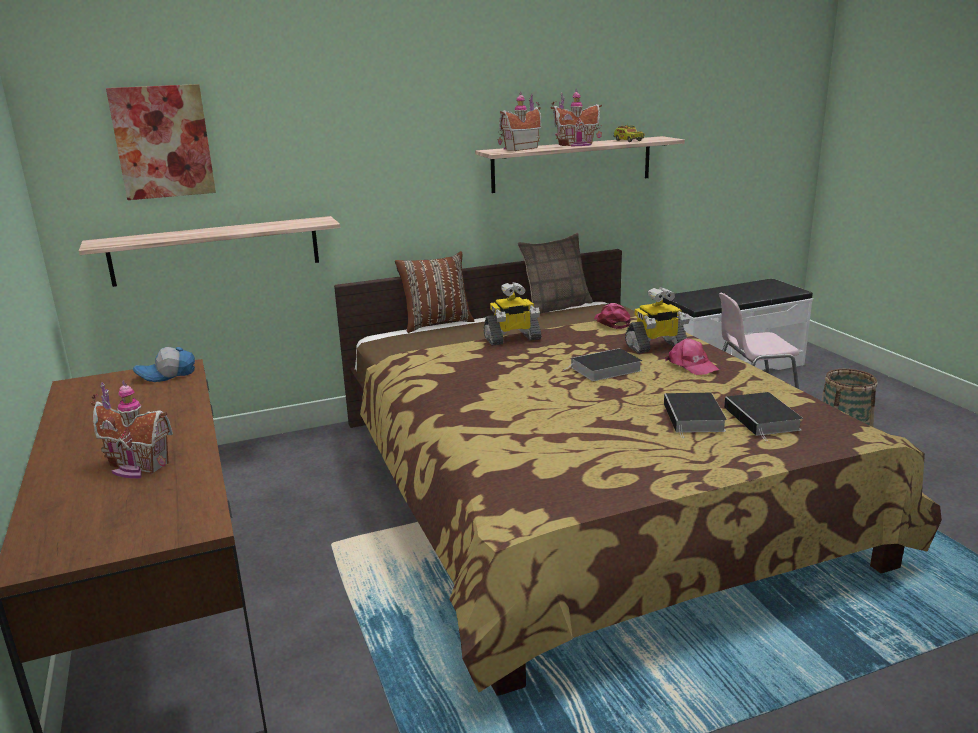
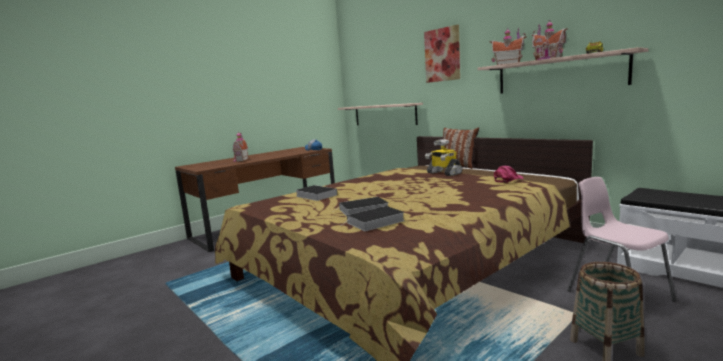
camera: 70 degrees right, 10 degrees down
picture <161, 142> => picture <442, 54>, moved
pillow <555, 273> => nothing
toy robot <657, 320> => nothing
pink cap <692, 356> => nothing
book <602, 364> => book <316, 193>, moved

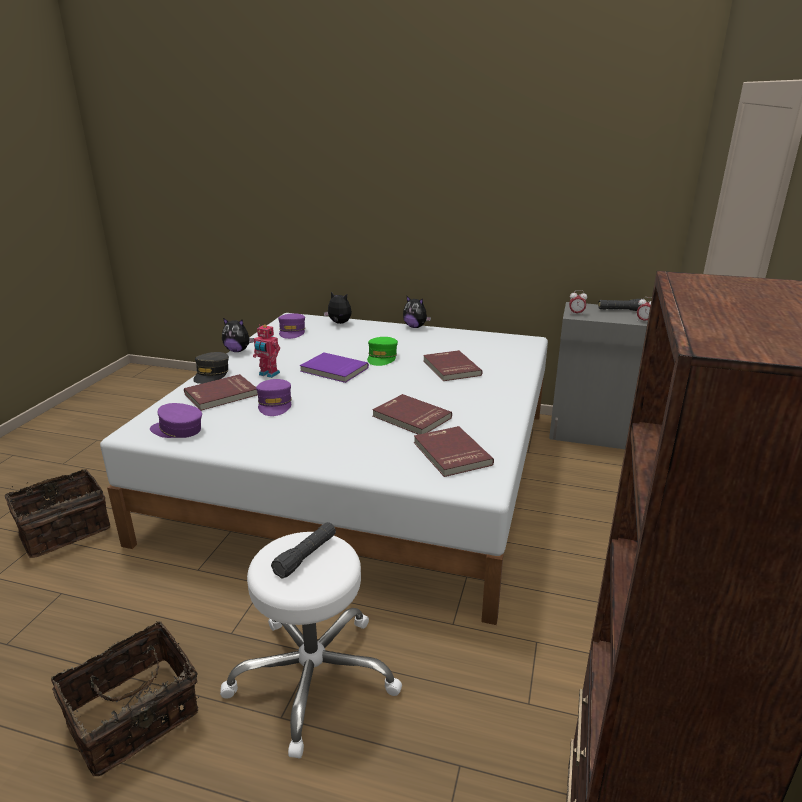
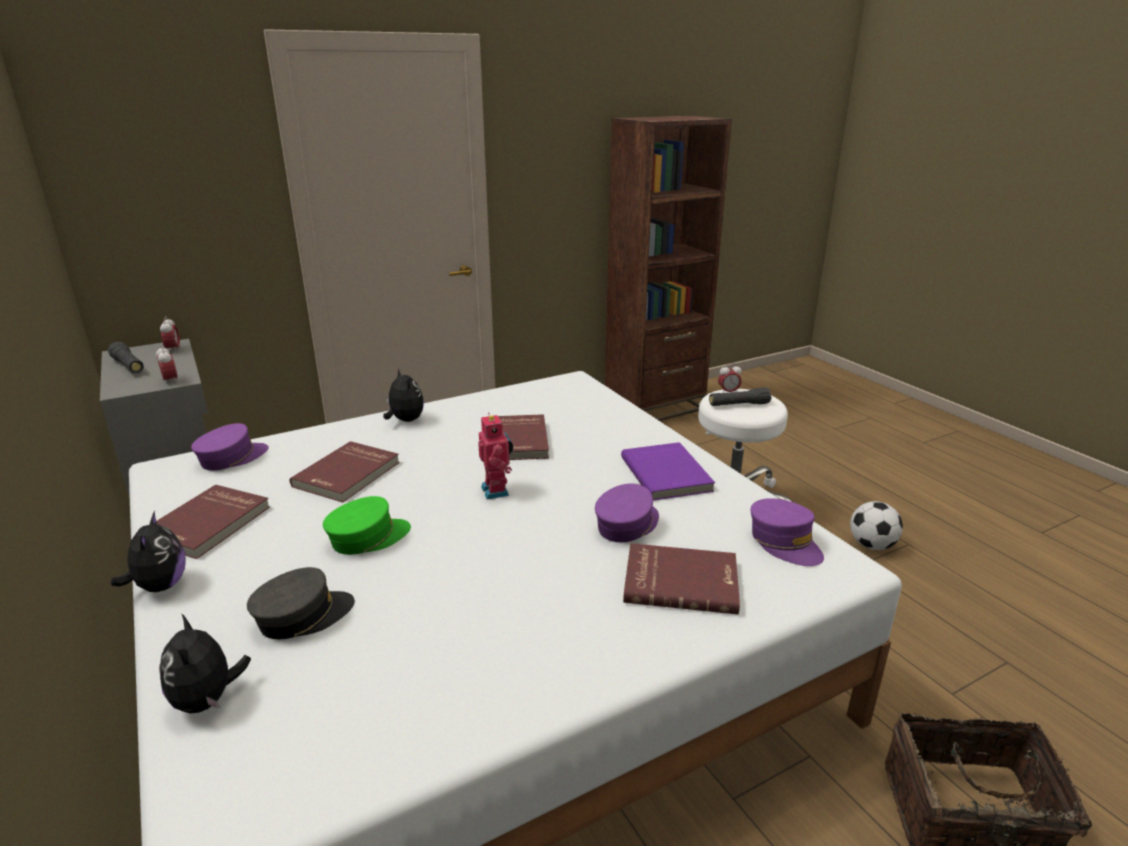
camera: 135 degrees left, 0 degrees up
purple cap <291, 326> => purple cap <230, 446>, moved
plush toy <238, 335> => plush toy <403, 395>, moved
toy robot <266, 351> => toy robot <495, 456>, moved
grey cap <211, 368> => grey cap <301, 603>, moved
purple book <334, 367> => purple book <668, 471>, moved
red book <454, 451> => red book <213, 522>, moved
basket <125, 698> => football <876, 525>
nothing => alarm clock <730, 377>

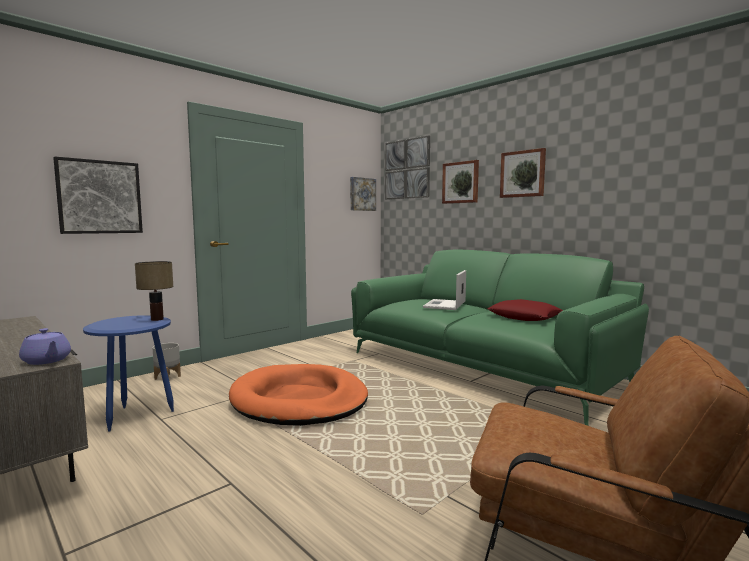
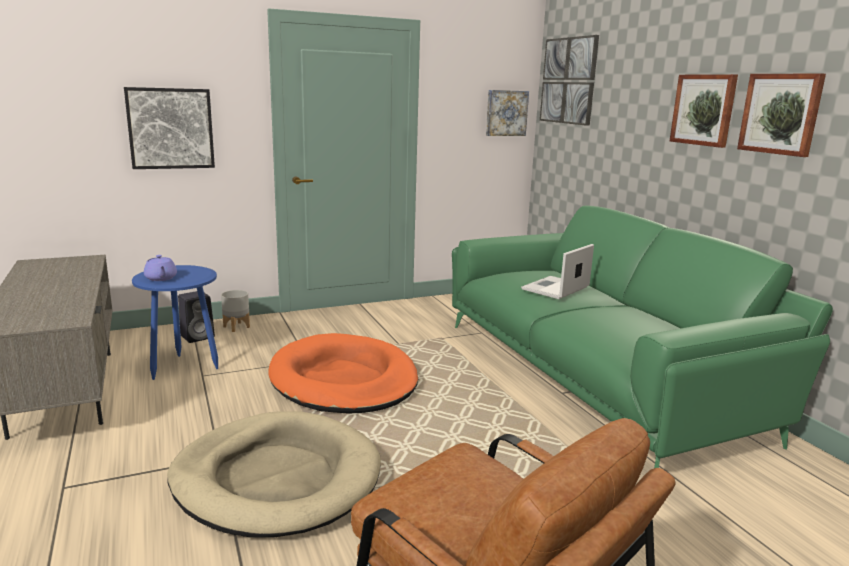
camera: 20 degrees right, 10 degrees up
picture <460, 182> => picture <781, 115>, moved
table lamp <154, 291> => nothing
red pillow <525, 310> => nothing
purple teapot <45, 346> => purple teapot <160, 268>, moved
nothing => black speaker <196, 317>
nothing => beige dog bed <274, 474>

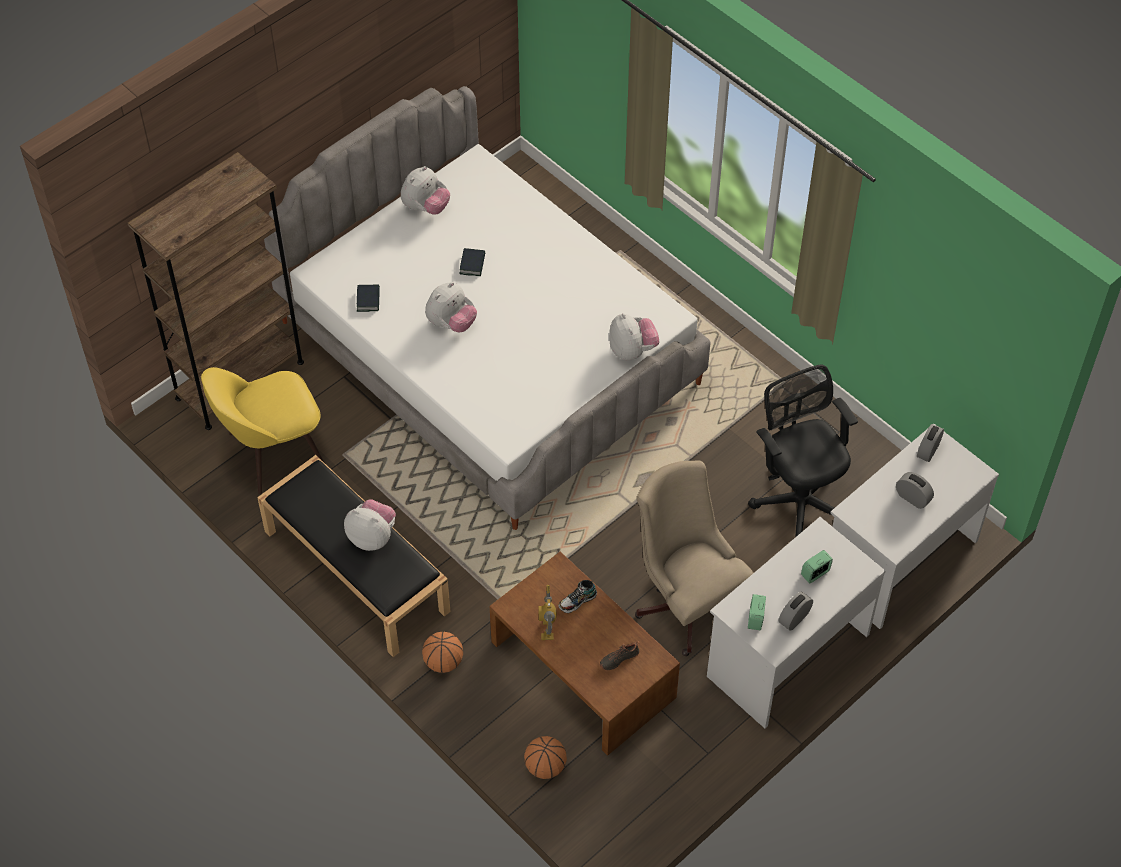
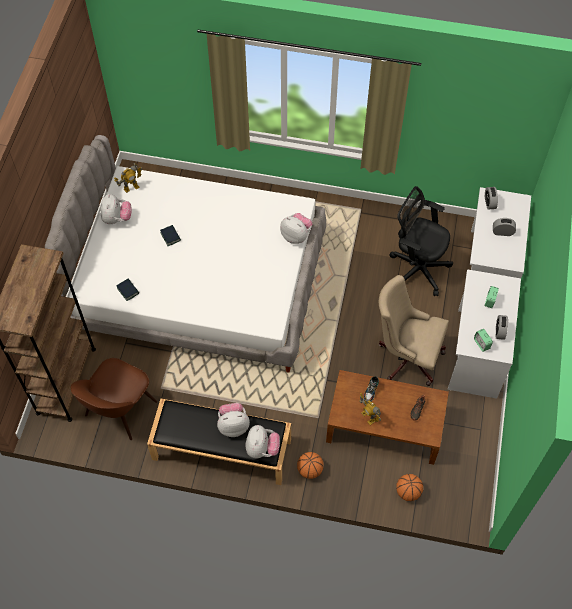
camera: 35 degrees left, 5 degrees up
plush toy <451, 307> => plush toy <263, 441>, moved
yellow chair <262, 430> => brown chair <114, 399>
nothing => toy robot <128, 178>

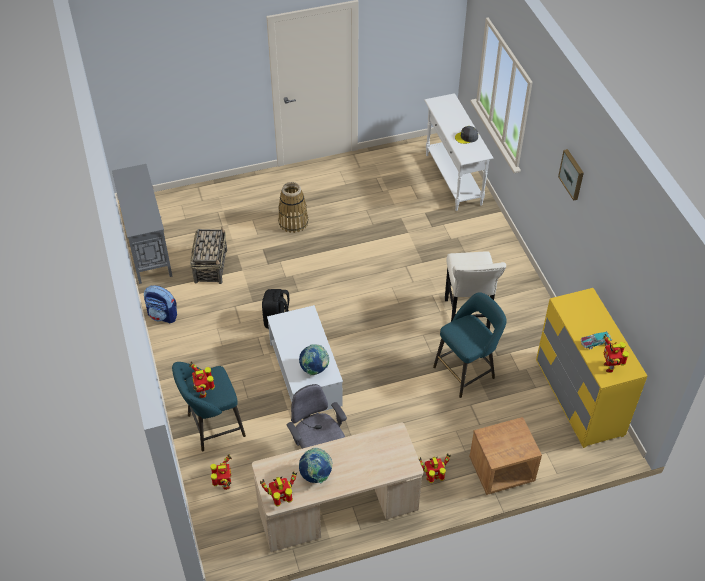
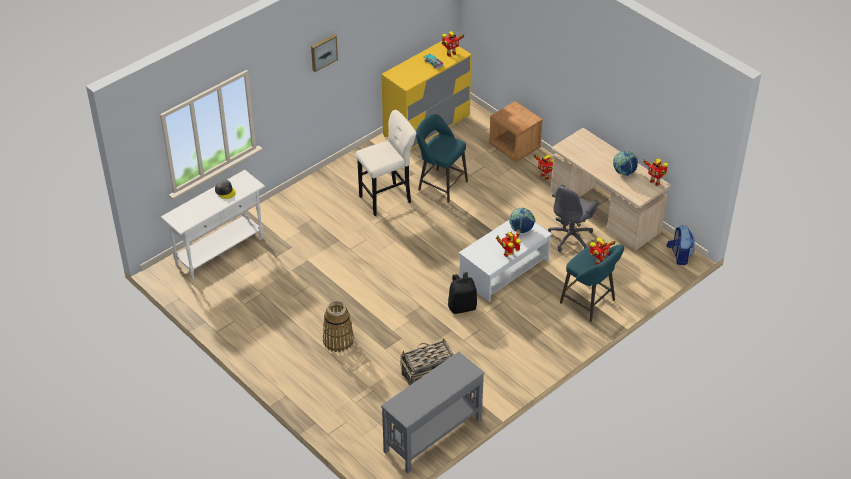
camera: 115 degrees left, 5 degrees down
backpack <160, 304> => backpack <681, 245>, moved
toy robot <221, 472> => toy robot <508, 243>, moved

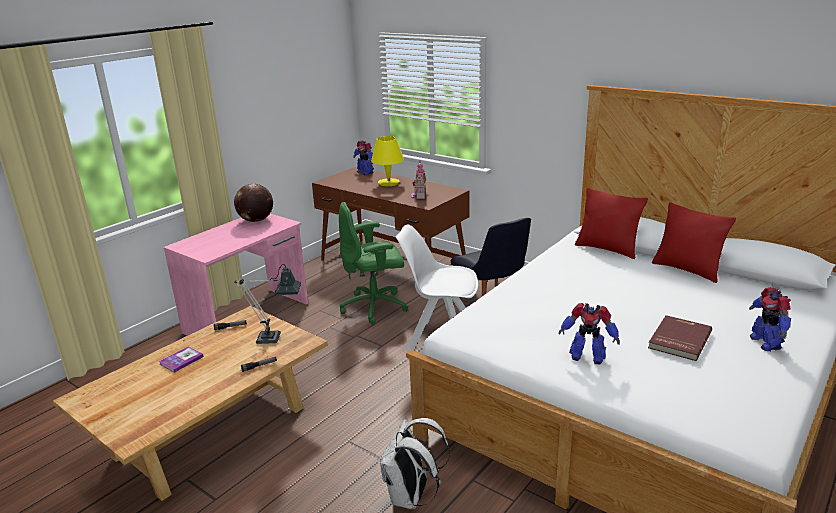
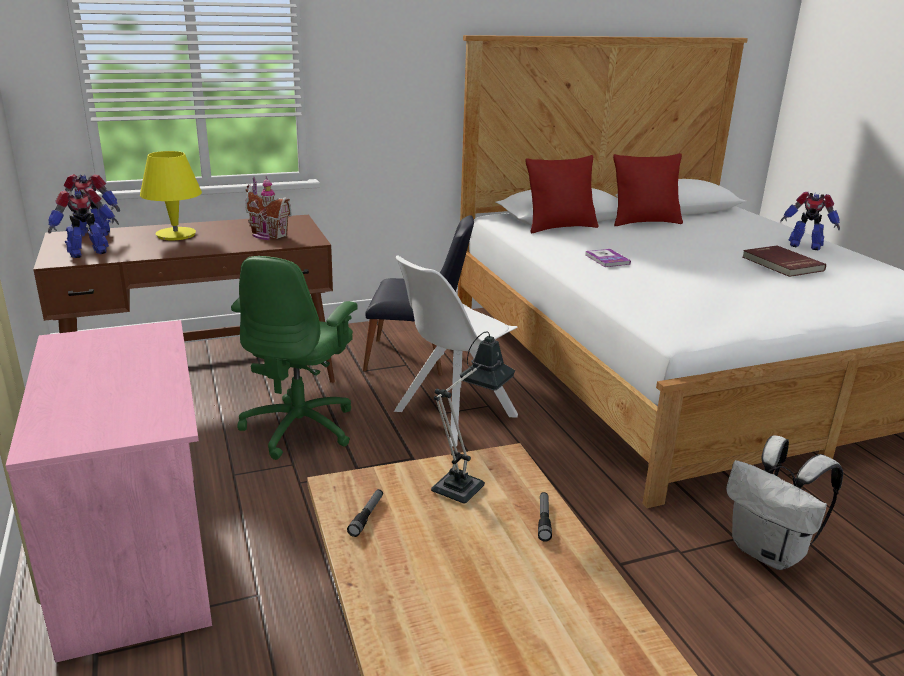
camera: 60 degrees left, 0 degrees up
globe <253, 203> => nothing
toy robot <589, 333> => toy robot <83, 223>, moved
book <181, 359> => book <608, 258>, moved

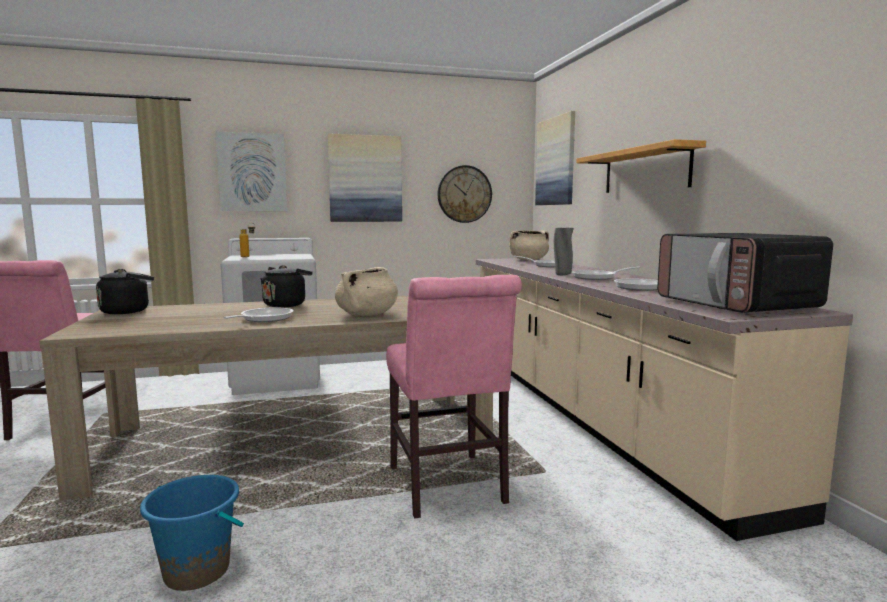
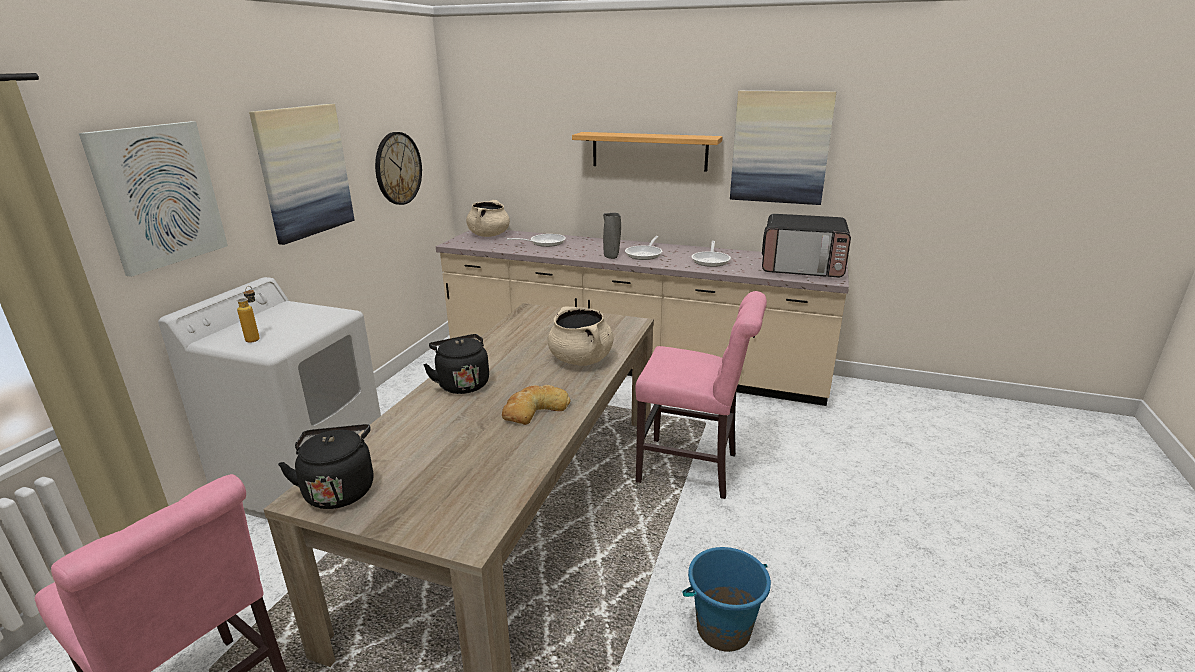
camera: 55 degrees left, 15 degrees up
picture <555, 158> => picture <783, 148>, moved
frying pan <258, 314> => bread <536, 405>

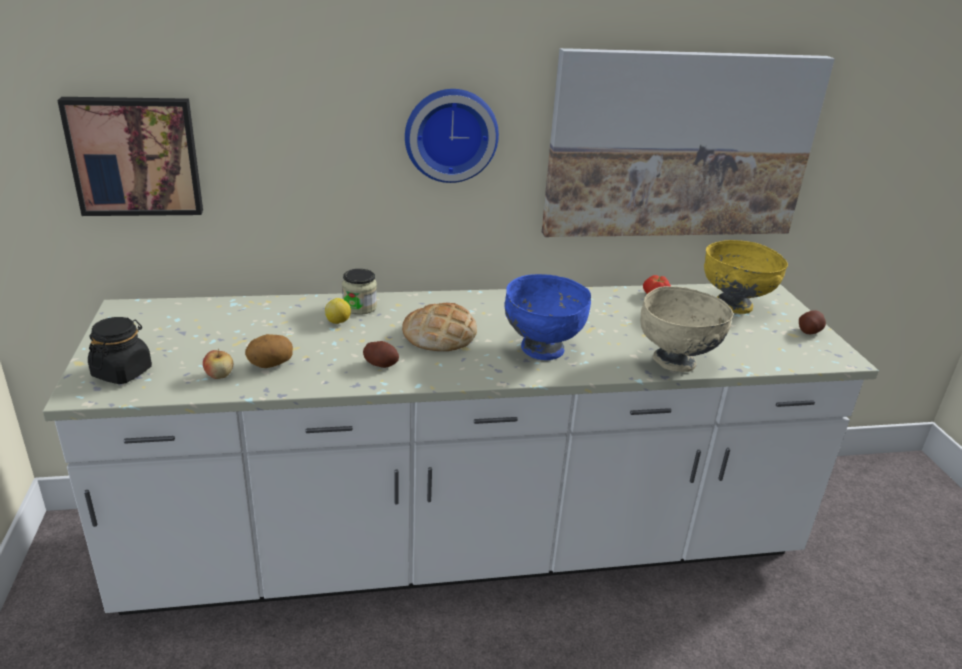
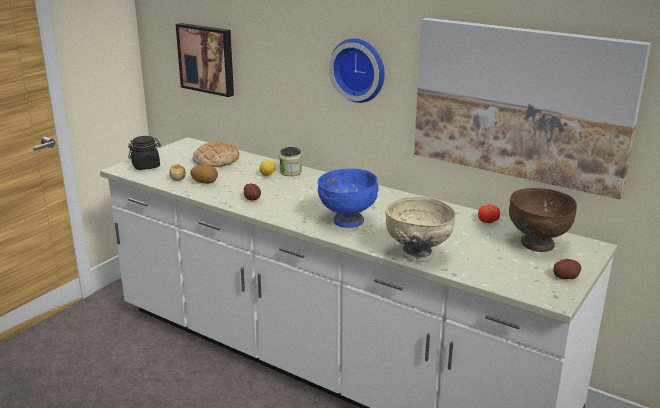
camera: 45 degrees right, 5 degrees down
yellow bowl <746, 277> => brown bowl <543, 220>
bread <439, 327> => bread <216, 154>, moved

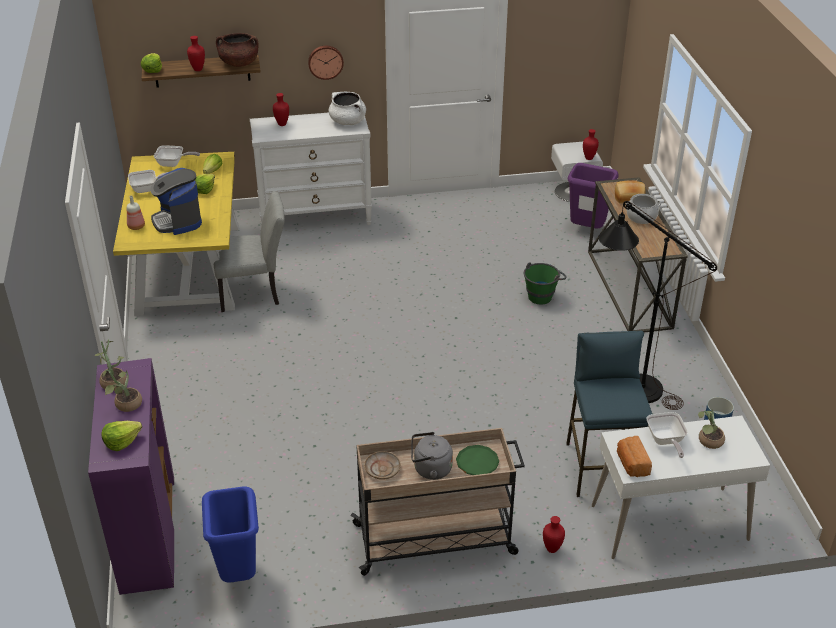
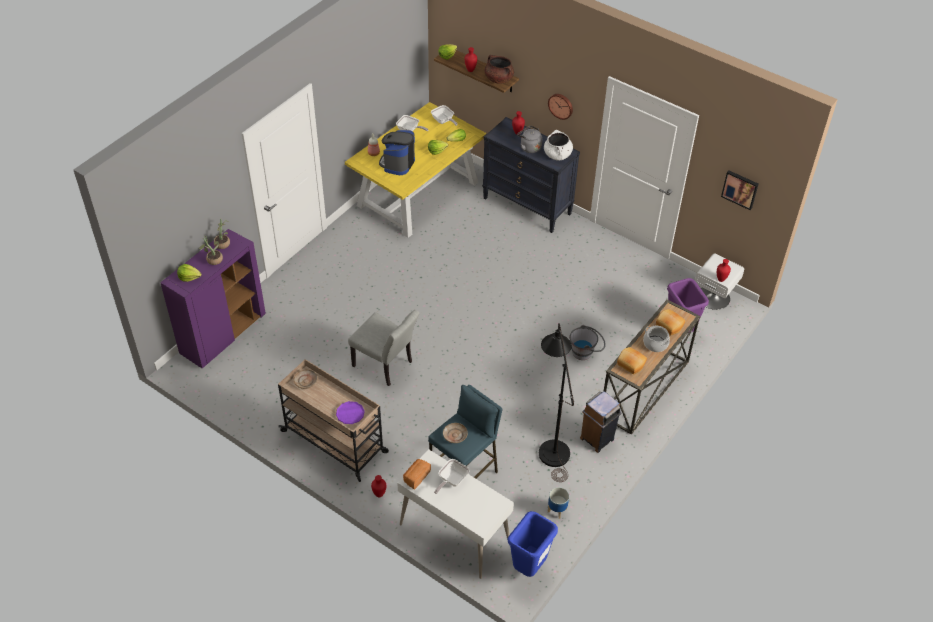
camera: 45 degrees right, 10 degrees up
white dresser <311, 168> => black dresser <531, 175>
grey chair <249, 251> => grey chair <384, 348>, moved
green bucket <545, 283> => grey bucket <587, 342>
potted plant <711, 429> => nothing
grey kettle <432, 456> => grey kettle <529, 139>, moved
green plate <477, 460> => purple plate <350, 412>
blue trash can <230, 534> => blue trash can <533, 544>, moved
nothing => picture <739, 190>
nothing => bread <632, 360>
nothing => brown trash can <601, 422>
nothing => beige plate <455, 433>

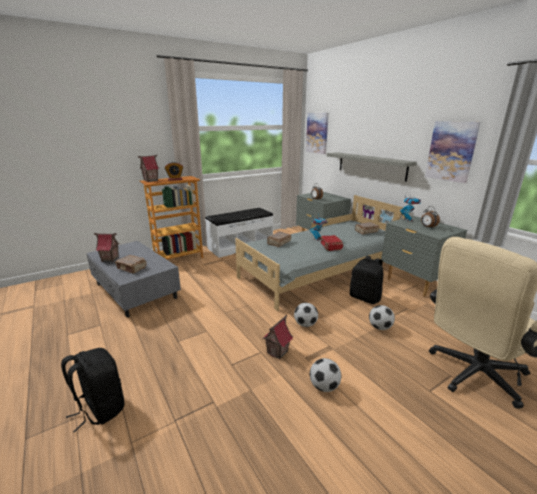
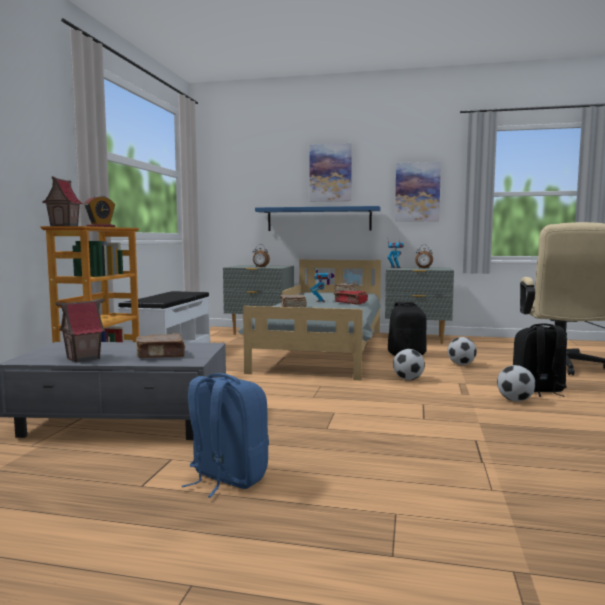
camera: 45 degrees left, 15 degrees down
picture <317, 133> => picture <330, 172>, moved
grey shelf <372, 167> => blue shelf <318, 218>
toy house <278, 337> => nothing
black backpack <92, 390> => black backpack <540, 360>, moved
nothing => blue backpack <225, 435>

